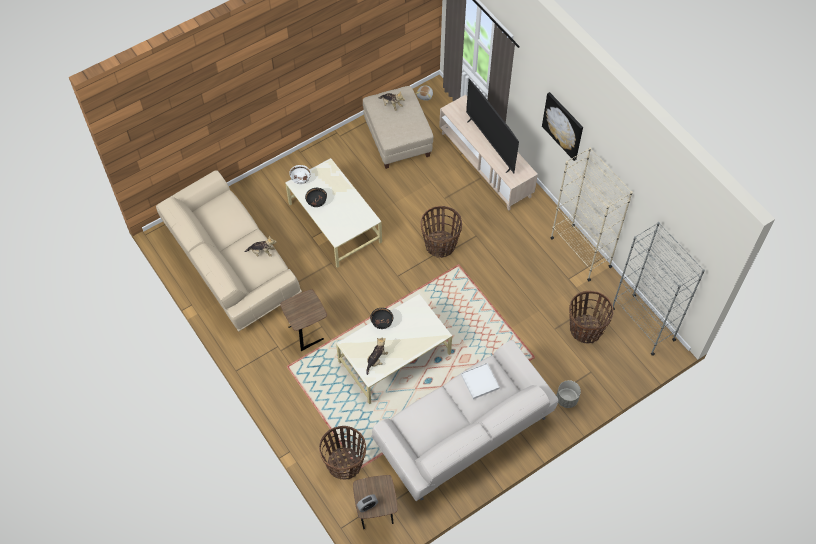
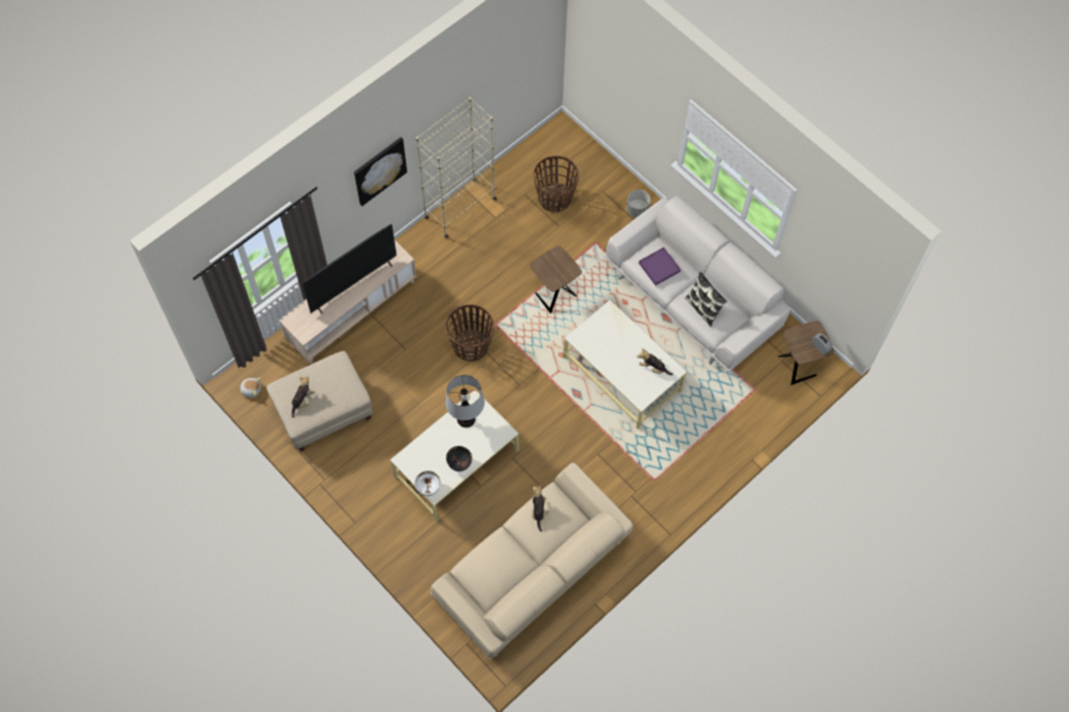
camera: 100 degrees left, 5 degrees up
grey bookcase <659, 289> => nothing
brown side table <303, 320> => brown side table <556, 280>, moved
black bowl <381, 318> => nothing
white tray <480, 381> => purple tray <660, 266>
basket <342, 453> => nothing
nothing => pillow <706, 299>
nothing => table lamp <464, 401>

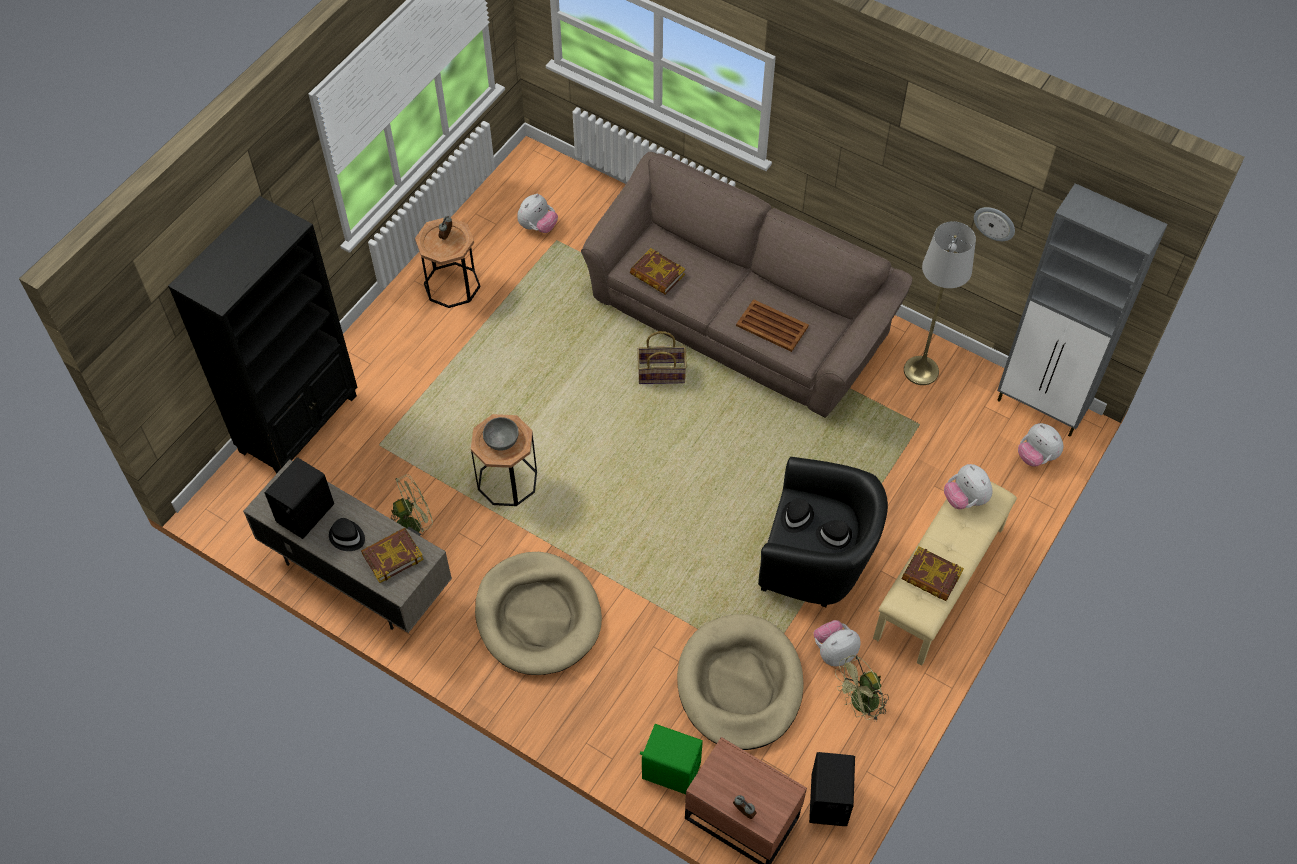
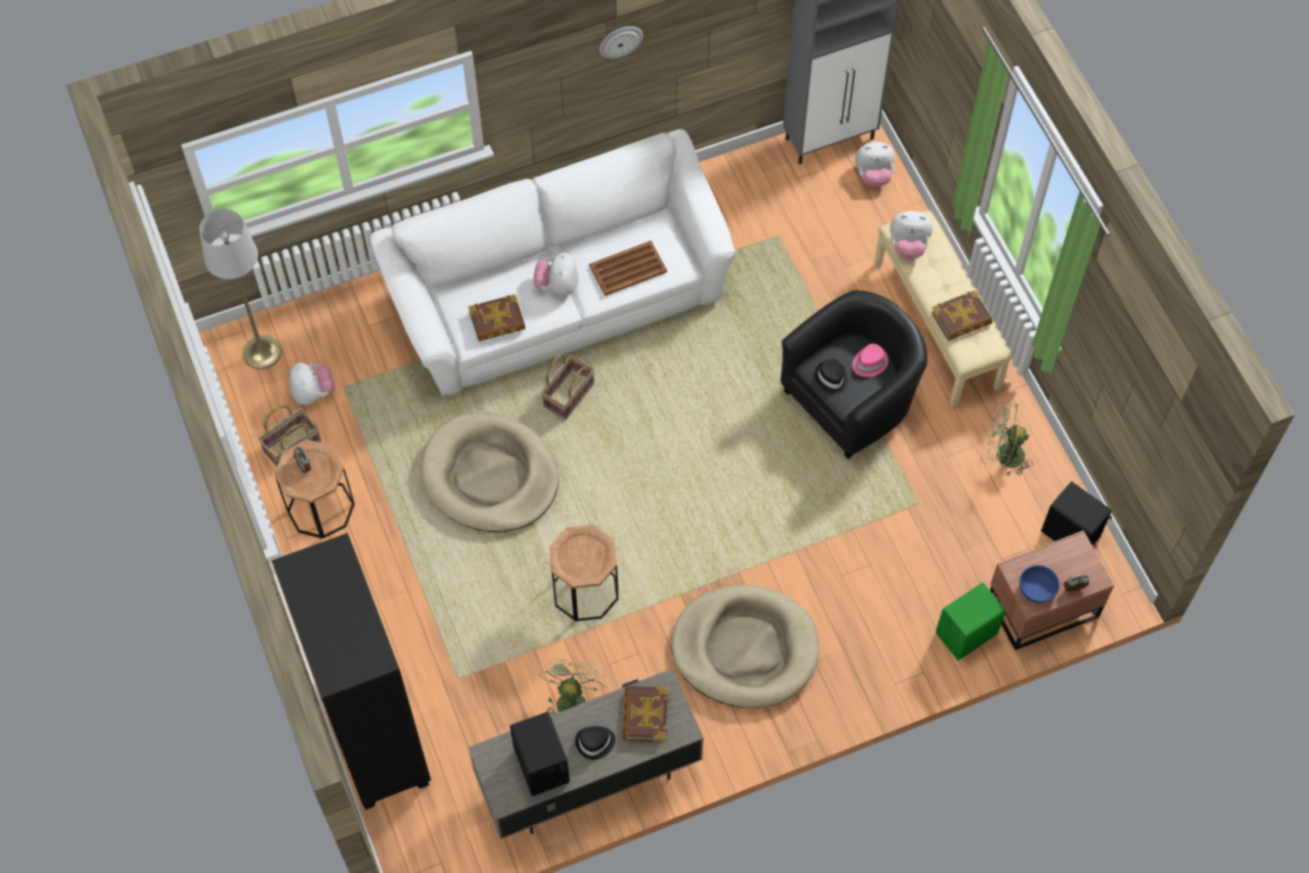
camera: 55 degrees left, 5 degrees up
brown sofa <746, 285> => white sofa <554, 262>
wall clock <994, 224> => wall clock <621, 42>, moved
grey floor lamp <940, 303> => grey floor lamp <240, 289>, moved
grey bowl <501, 433> => nothing
black hat <834, 535> => pink hat <870, 360>
beige dog bed <740, 682> => beige dog bed <489, 472>, moved
plush toy <837, 643> => plush toy <556, 274>, moved
green fan <862, 687> => green fan <1010, 439>, 90 degrees clockwise
nothing => basket <289, 436>
nothing => blue bowl <1039, 584>

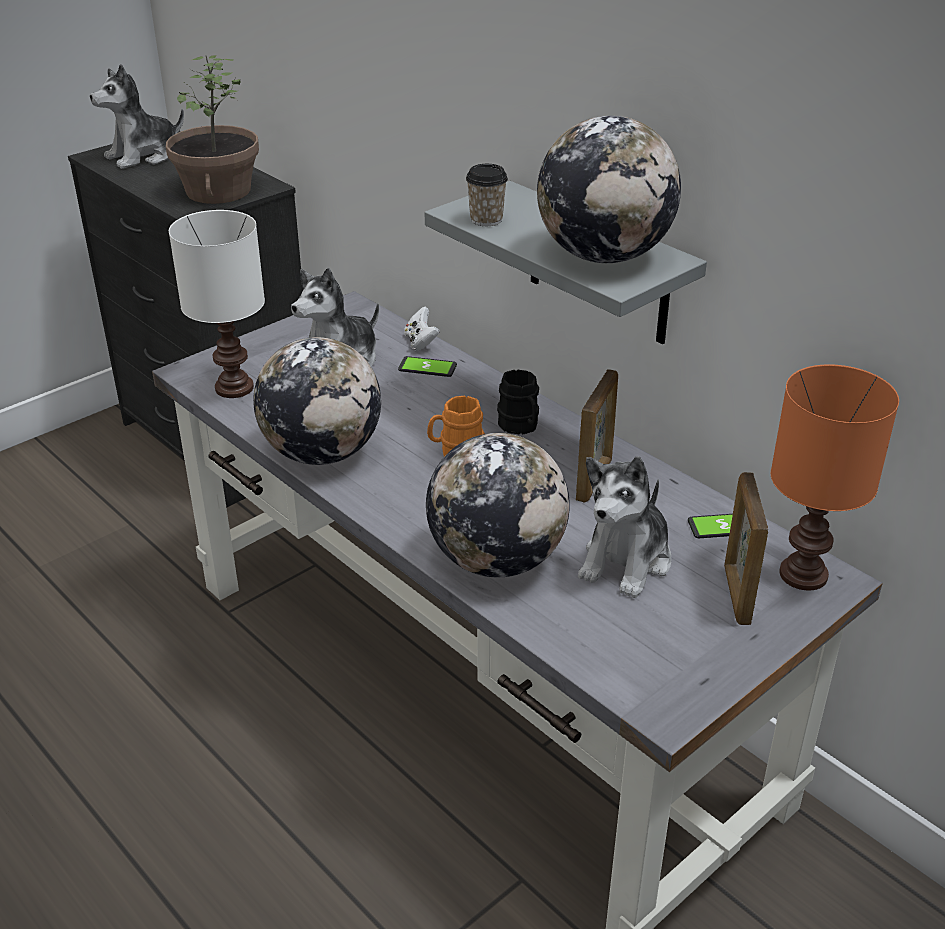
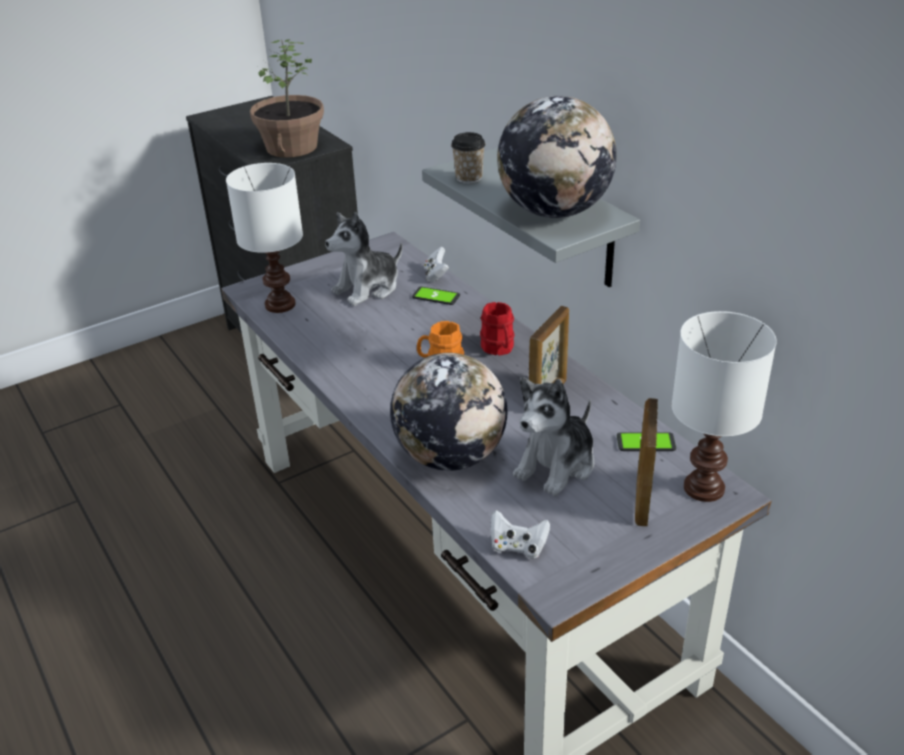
camera: 10 degrees right, 0 degrees up
plush toy <137, 116> => nothing
globe <317, 401> => nothing
orange table lamp <835, 477> => white table lamp <724, 406>
black mug <518, 402> => red mug <497, 329>
nothing => white game controller <520, 534>

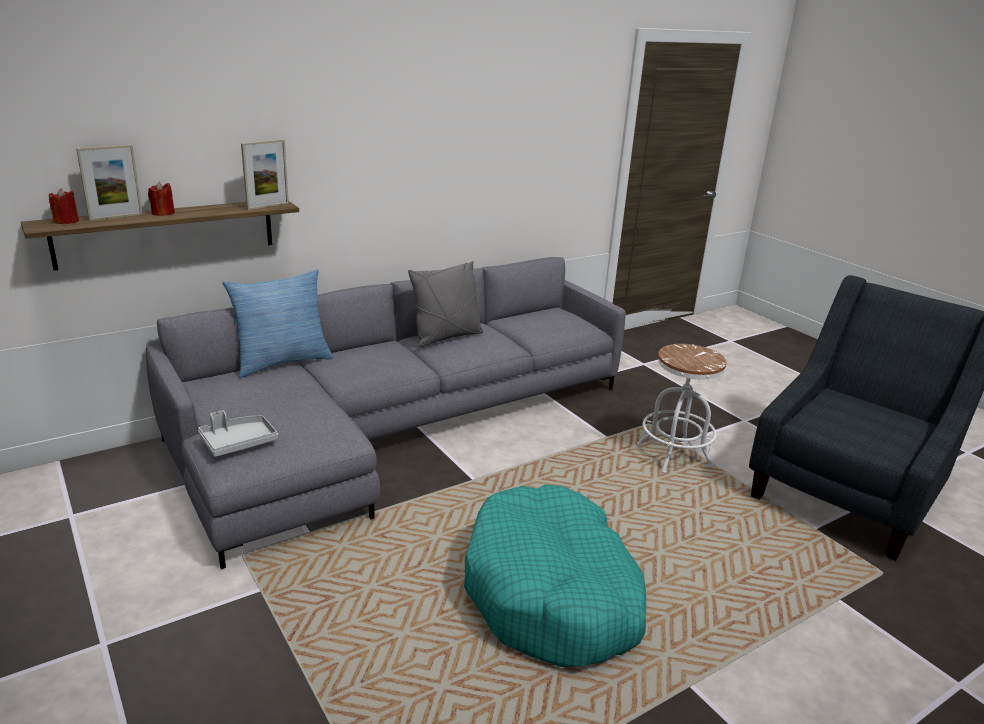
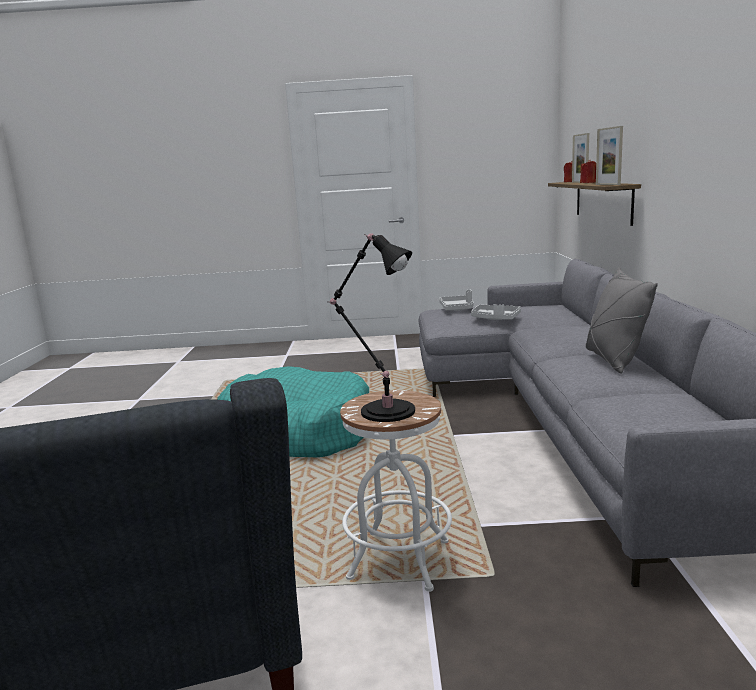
camera: 125 degrees right, 10 degrees down
pillow <278, 323> => nothing
nothing => black table lamp <372, 327>
nothing => grey tray <496, 312>

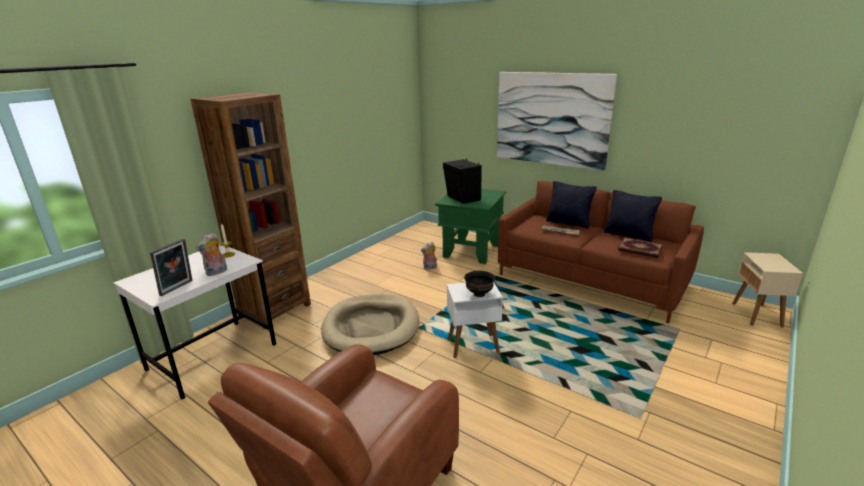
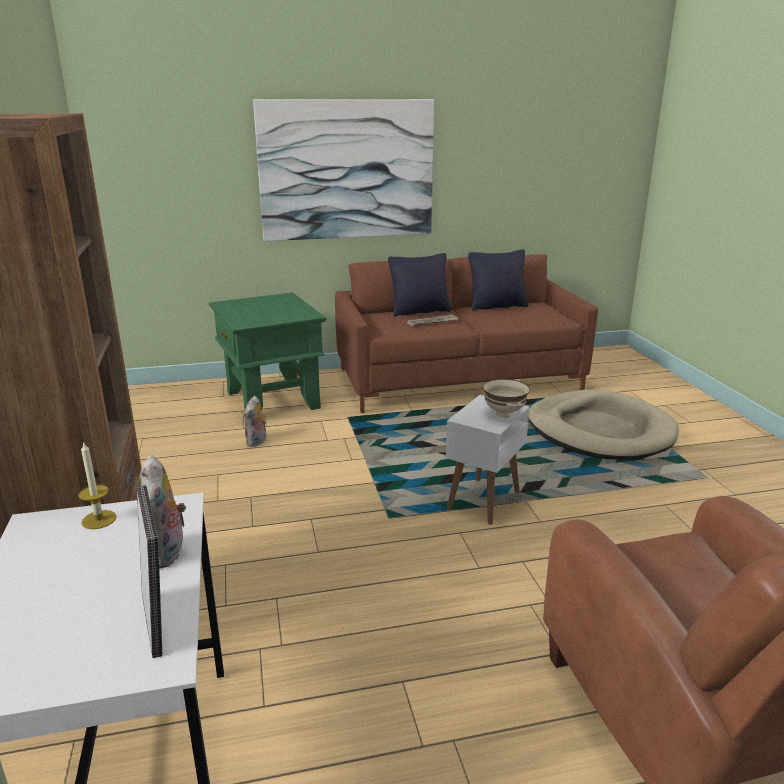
camera: 50 degrees left, 0 degrees up
black speaker <462, 181> => nothing
book <640, 248> => nothing
beige side table <767, 289> => nothing
black bowl <479, 284> => beige bowl <506, 398>
beige dog bed <370, 324> => beige dog bed <603, 425>, moved

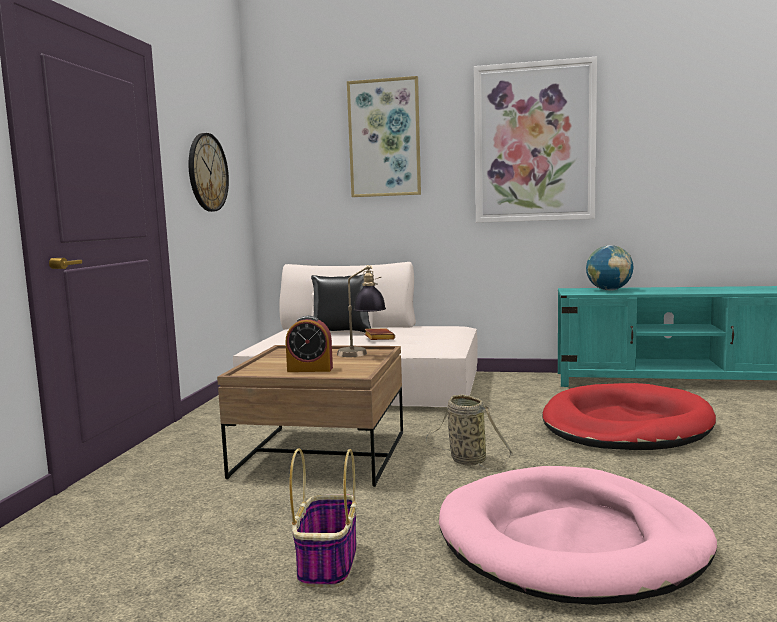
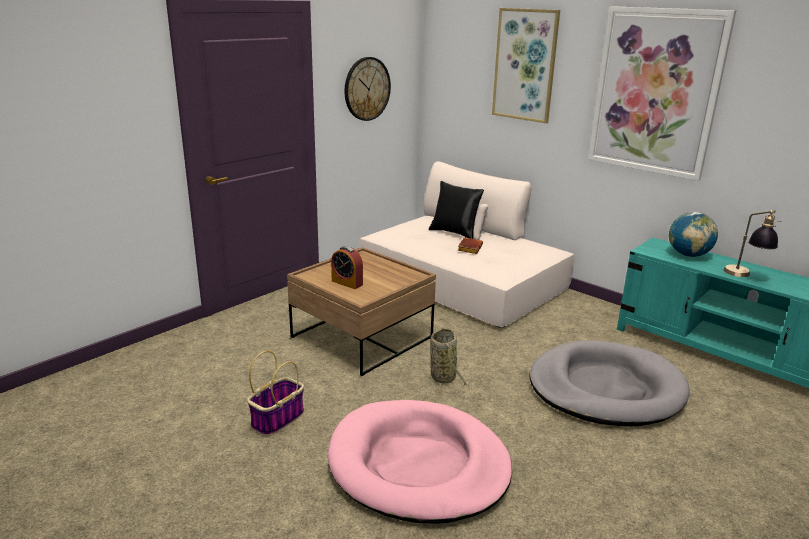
camera: 30 degrees right, 15 degrees up
table lamp <361, 311> => table lamp <752, 243>, moved
red dog bed <629, 416> => grey dog bed <610, 383>

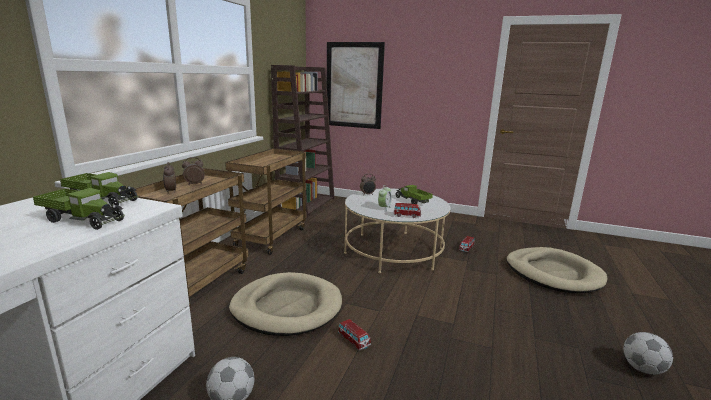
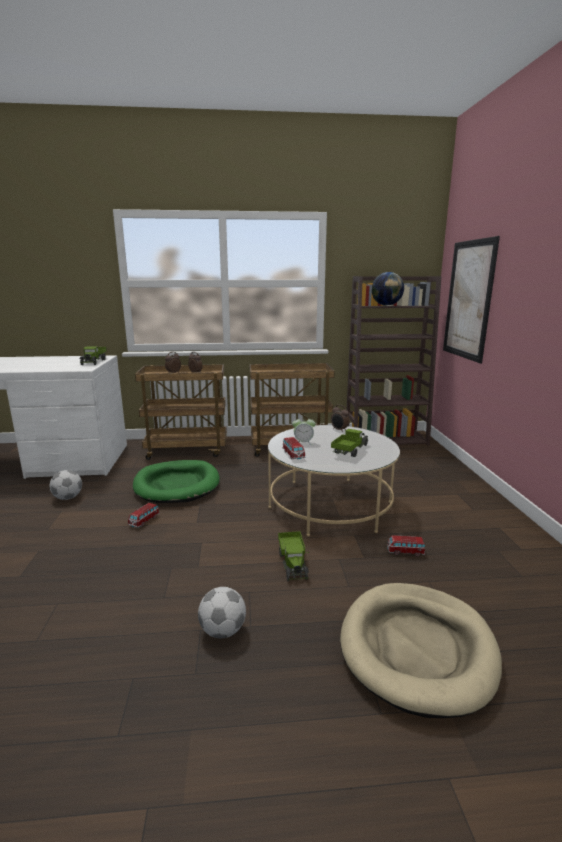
camera: 65 degrees right, 0 degrees up
toy truck <79, 209> => toy truck <293, 556>, moved
beige dog bed <285, 304> => green dog bed <176, 481>
football <648, 353> => football <222, 613>, moved
nothing => globe <388, 289>

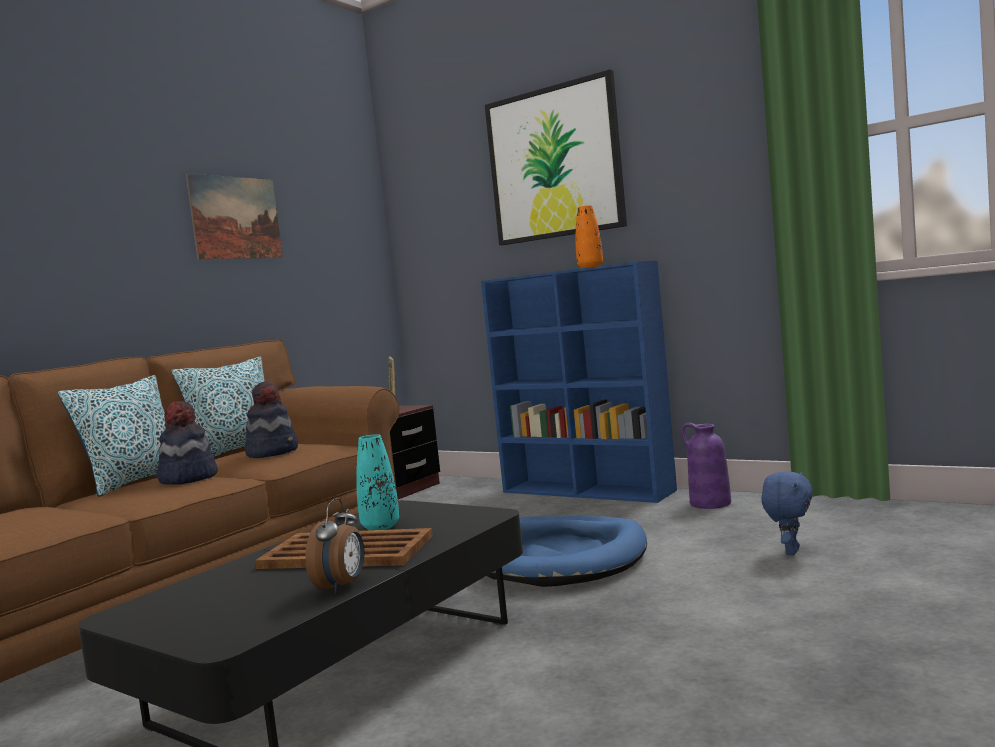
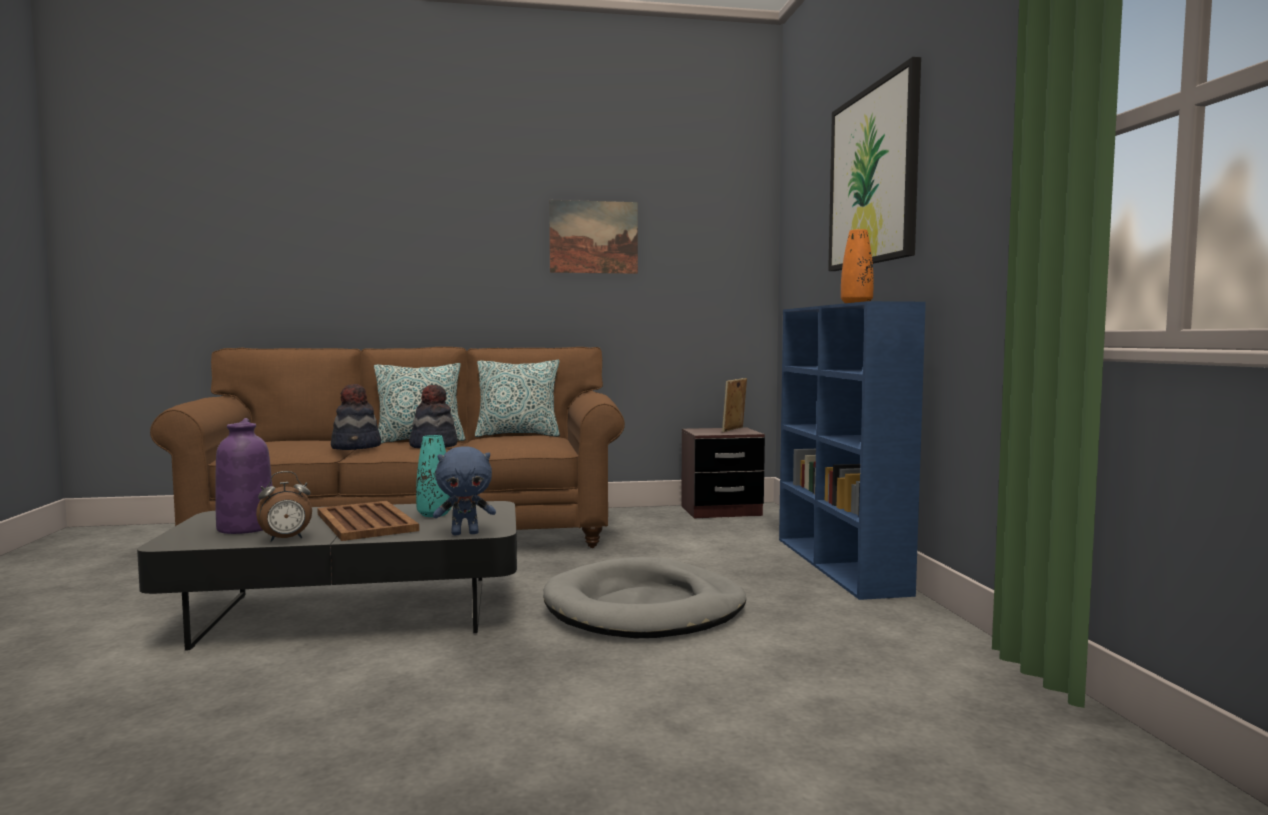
camera: 45 degrees right, 0 degrees up
hat <271, 419> => hat <356, 417>, moved
purple vase <706, 466> => purple vase <243, 476>, moved
blue plush toy <787, 513> => blue plush toy <464, 491>, moved
blue dog bed <567, 551> => grey dog bed <644, 597>

